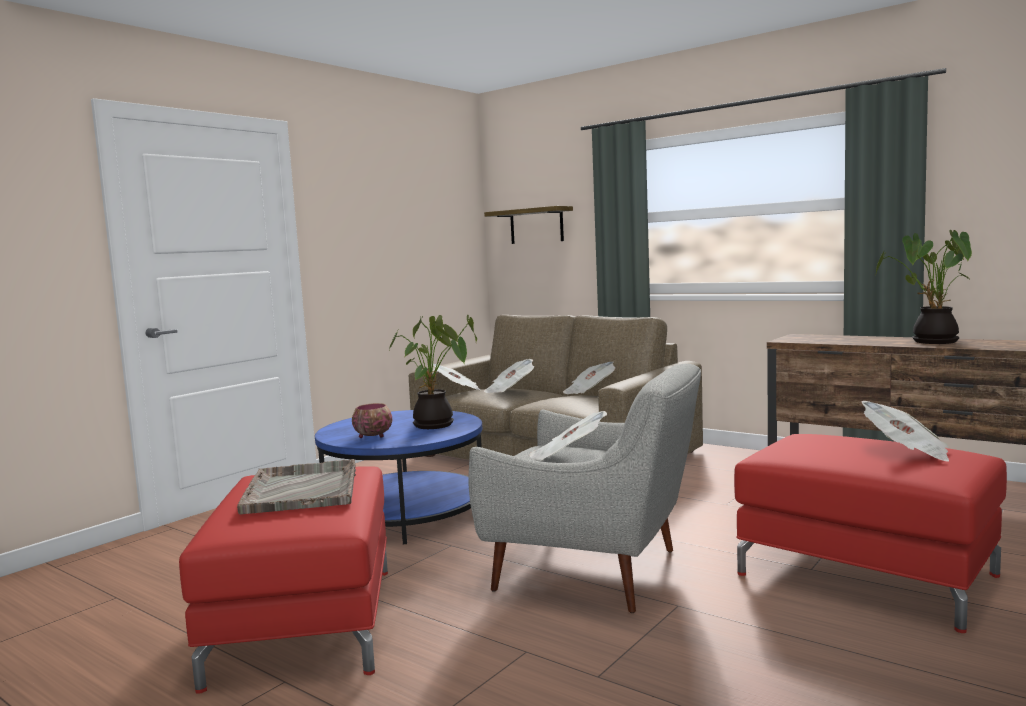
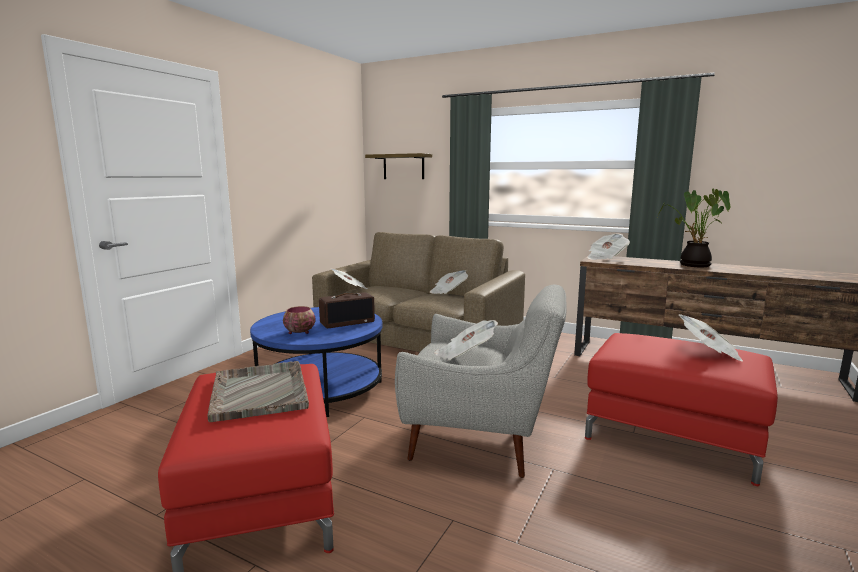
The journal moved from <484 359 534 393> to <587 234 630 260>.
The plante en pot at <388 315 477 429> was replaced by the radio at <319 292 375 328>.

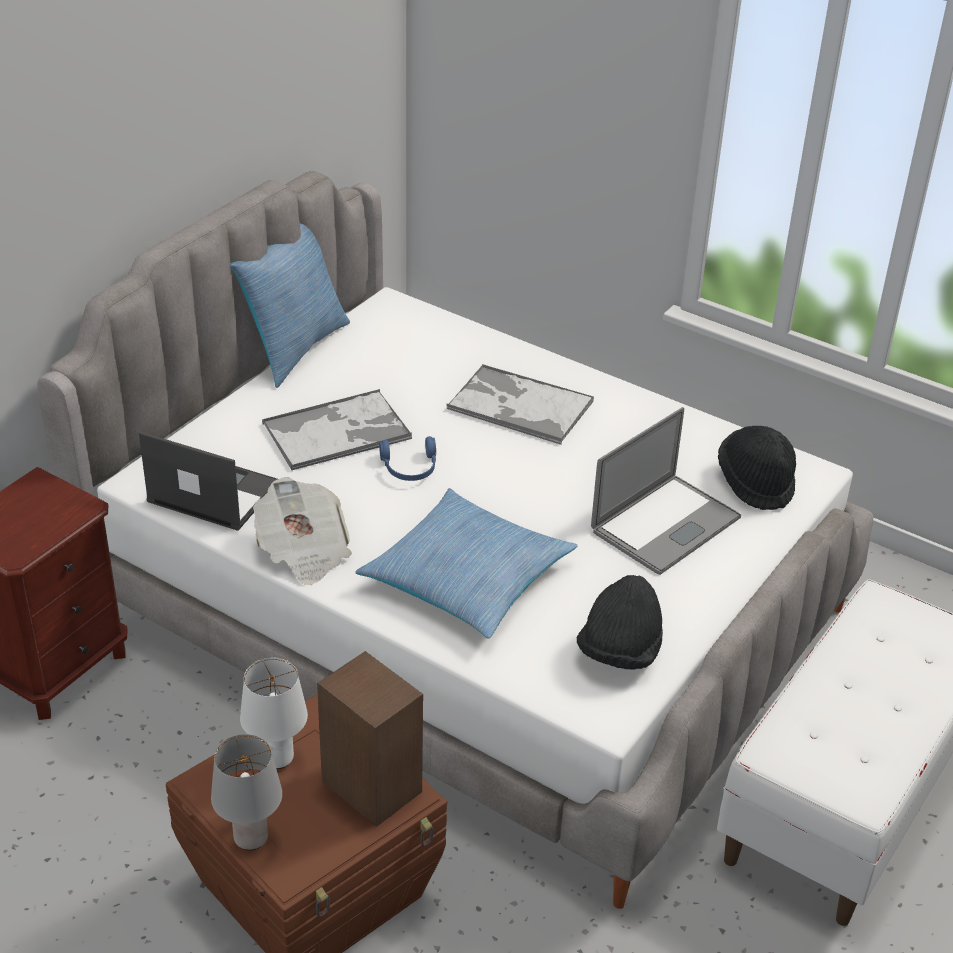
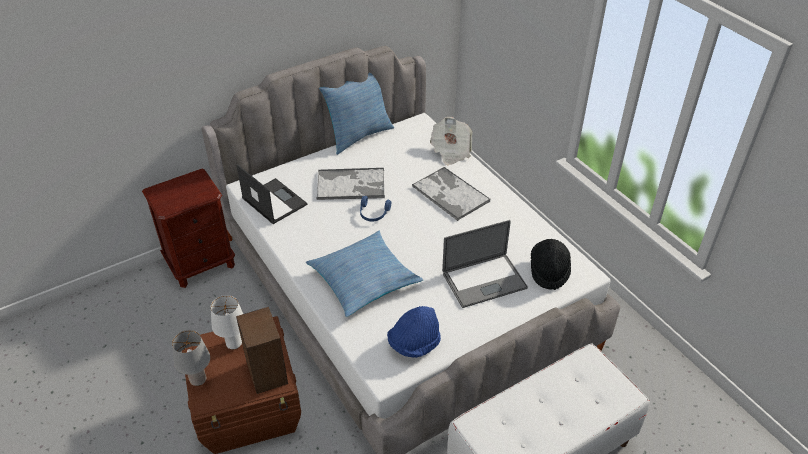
The journal moved from <253 477 352 585> to <430 117 473 165>.
The chapeau [noir] at <577 575 663 669> became the chapeau [bleu] at <387 306 441 358>.

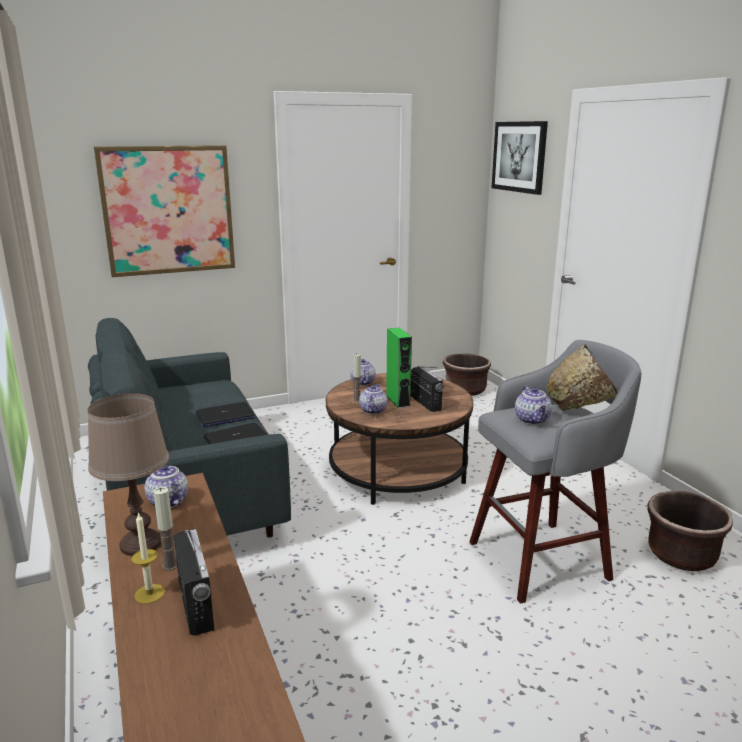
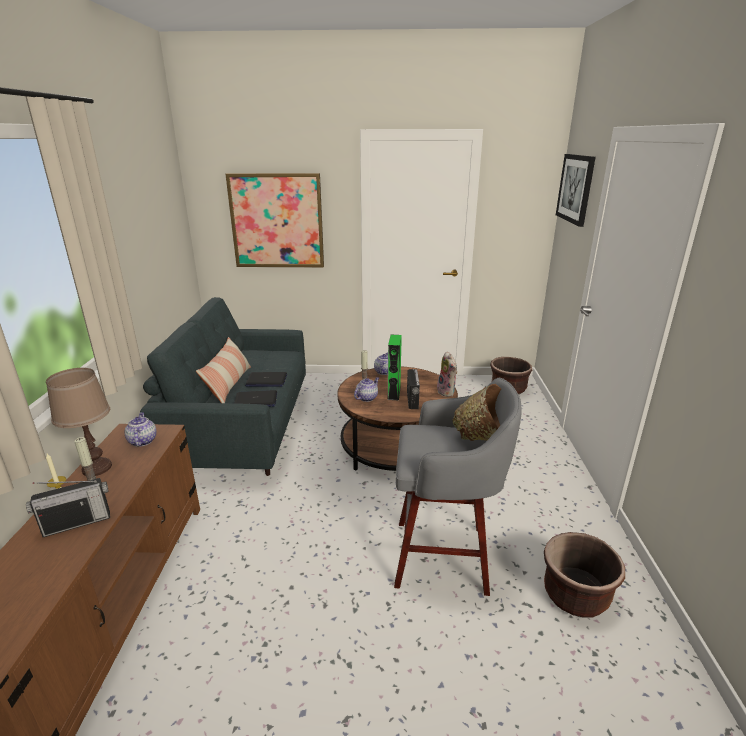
The théière at <515 385 552 425> disappeared.
The coussin at <196 337 251 403> appeared.
The peluche at <437 351 457 397> appeared.
The radio at <174 529 215 635> turned 60 degrees clockwise.

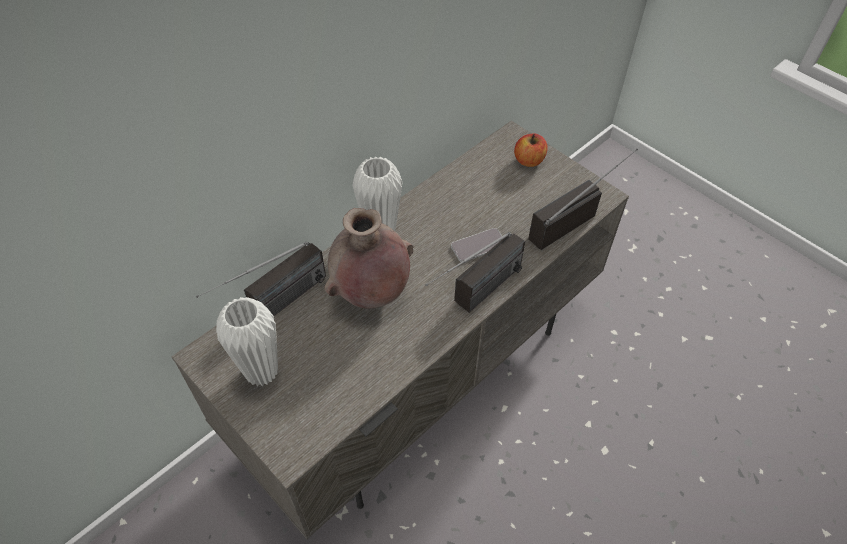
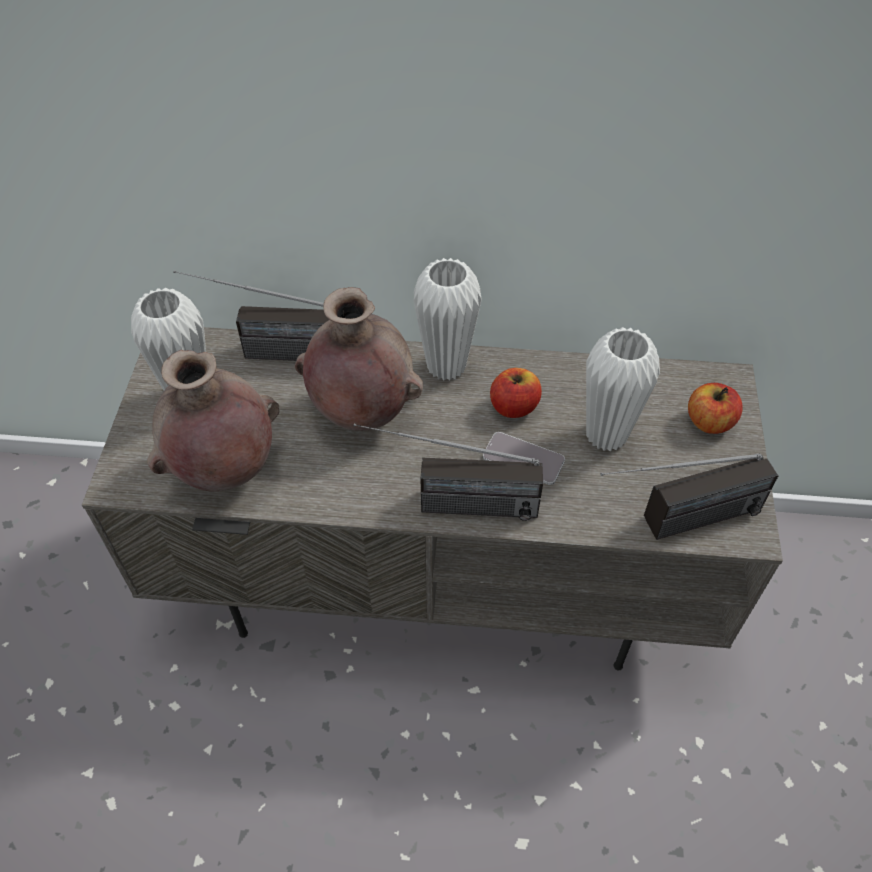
The vase [marron] at <147 350 280 491> appeared.
The pomme at <490 368 542 418> appeared.
The vase [blanc] at <586 327 660 452> appeared.
The radio at <528 149 638 250> turned 150 degrees clockwise.

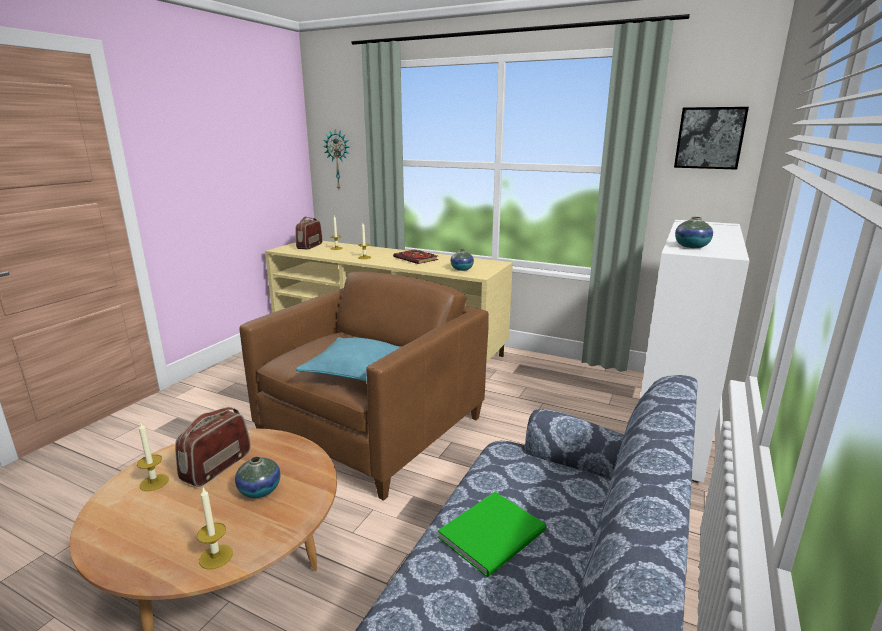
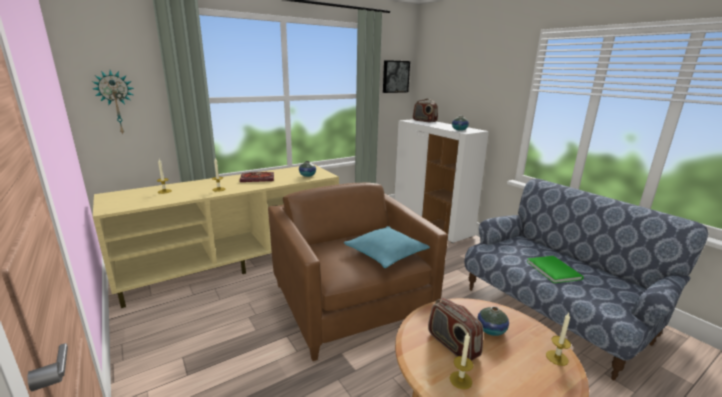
The radio moved from <295 216 322 250> to <413 99 438 123>.

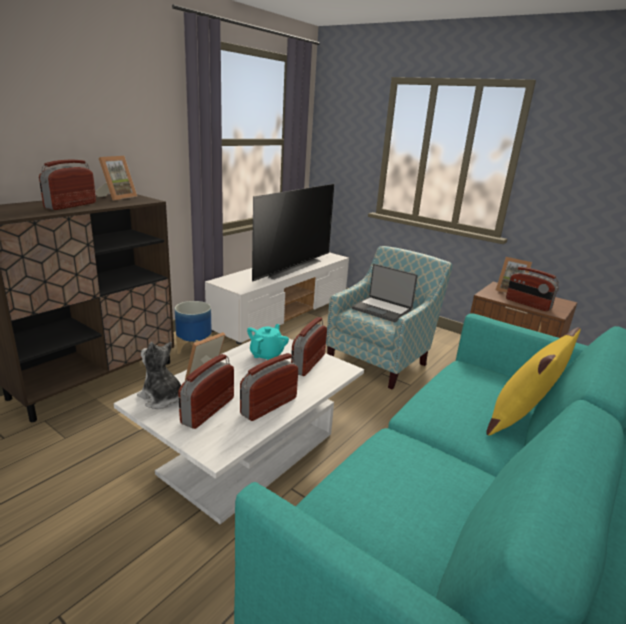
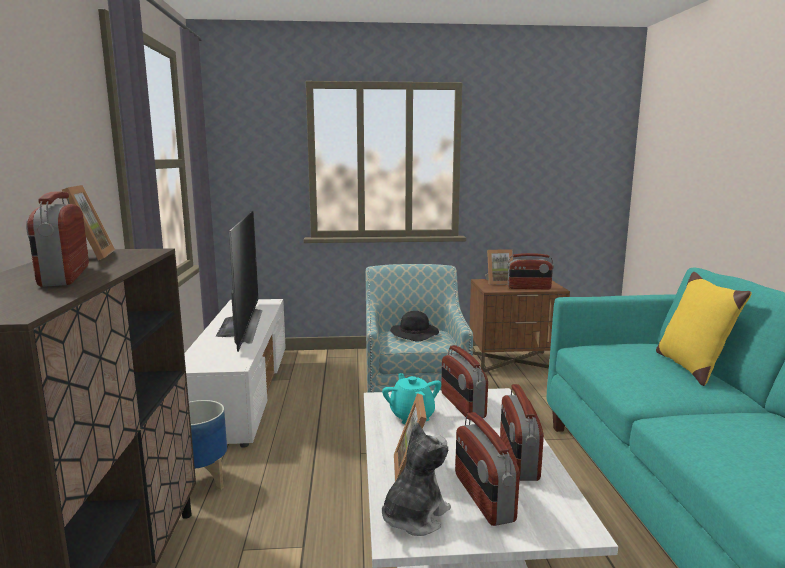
The ordinateur portable at <352 264 418 322> was replaced by the chapeau [noir] at <390 311 439 341>.
The peluche at <137 342 181 409> turned 135 degrees clockwise.

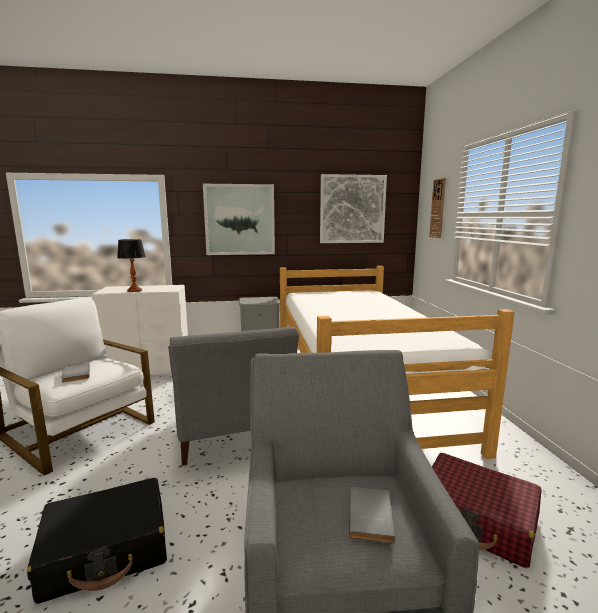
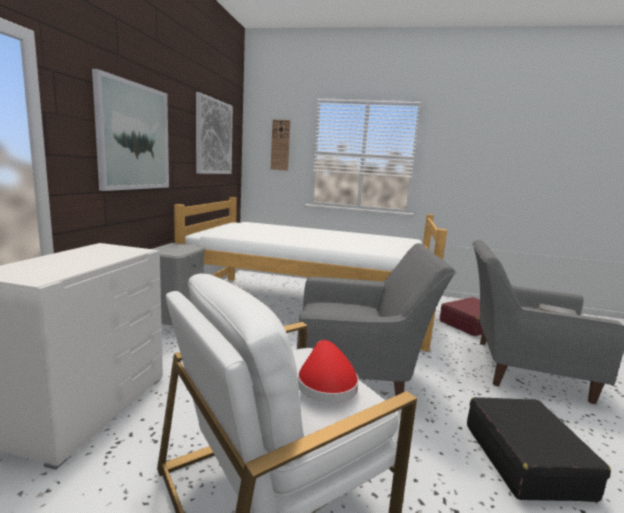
The lampe de table at <117 239 146 292> disappeared.
The livre [gris] at <61 363 90 383> was replaced by the chapeau [rouge] at <298 340 359 403>.

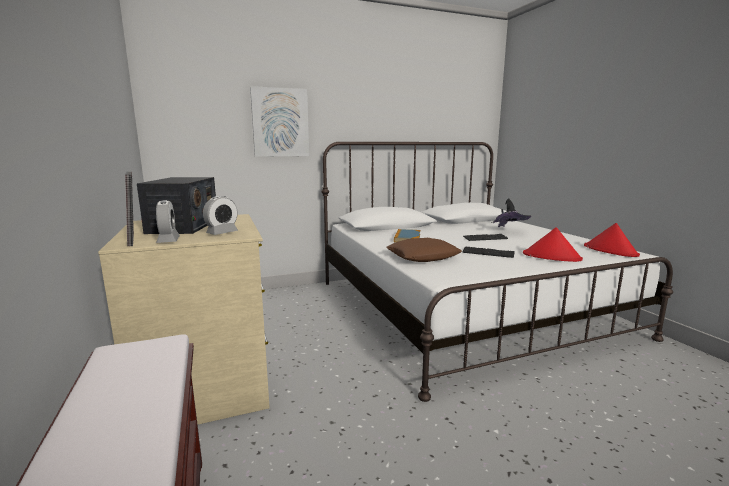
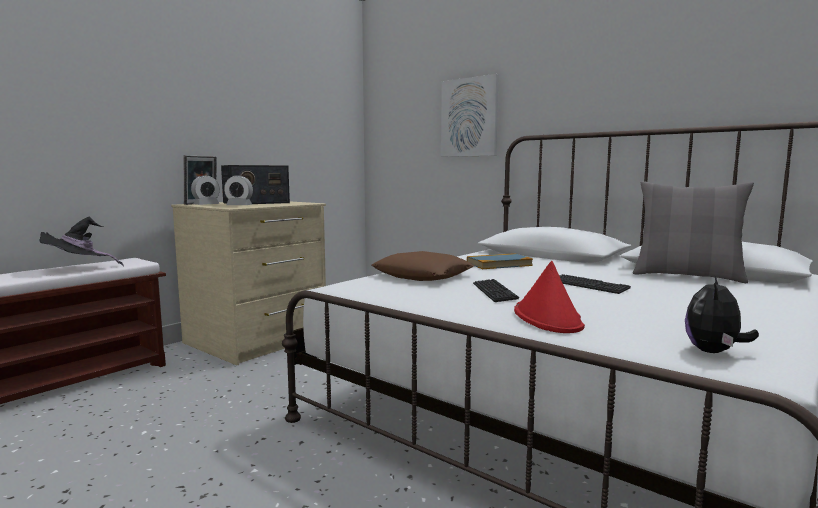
The coussin [gris] at <633 181 754 283> appeared.
The chapeau [noir] moved from <491 198 531 227> to <39 217 124 267>.
The chapeau [rouge] at <584 223 640 257> was replaced by the peluche at <685 276 759 353>.

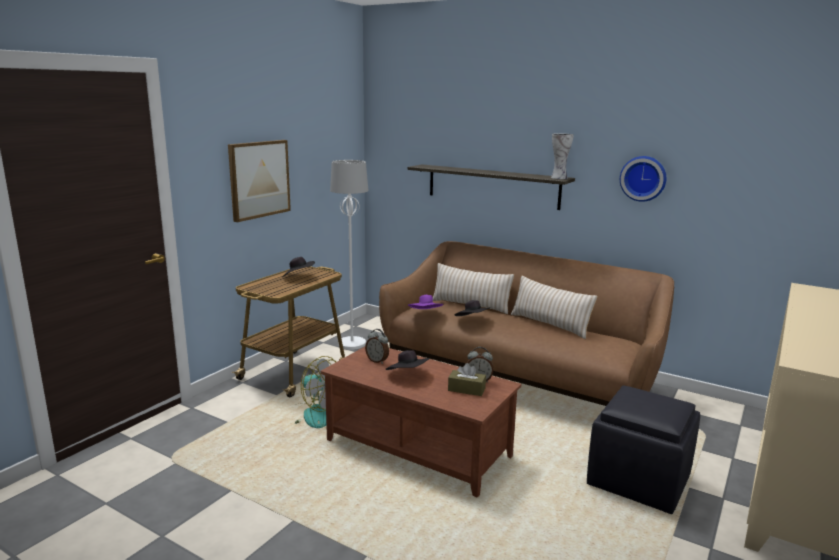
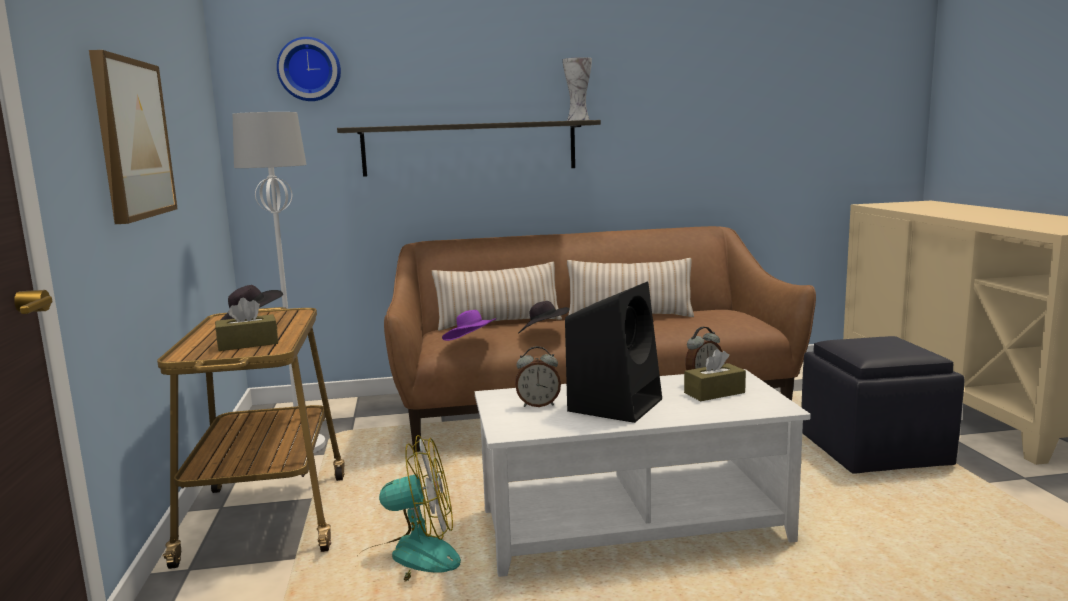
The boîte à mouchoirs [marron] at <215 298 278 351> appeared.
The horloge murale moved from <620 156 666 202> to <277 37 341 101>.
The chapeau [noir] at <386 350 429 370> was replaced by the enceinte [noir] at <565 282 662 423>.
The table basse [marron] at <321 347 521 498> became the table basse [blanc] at <475 369 811 577>.

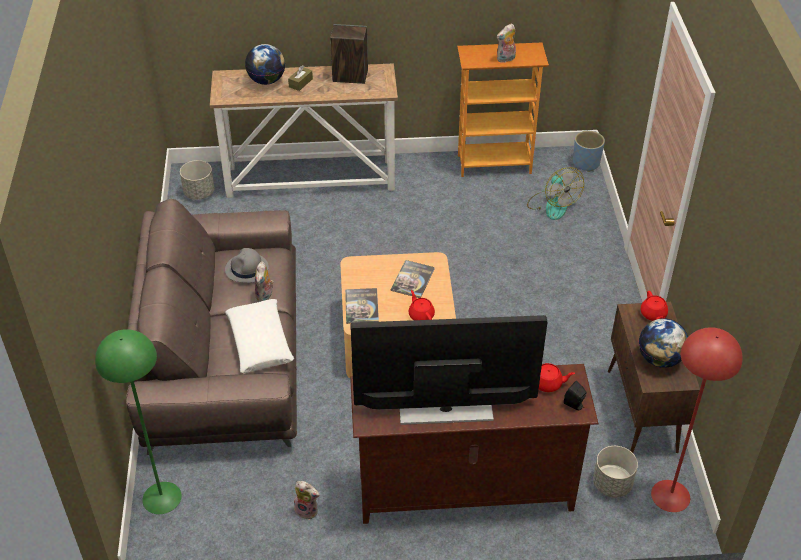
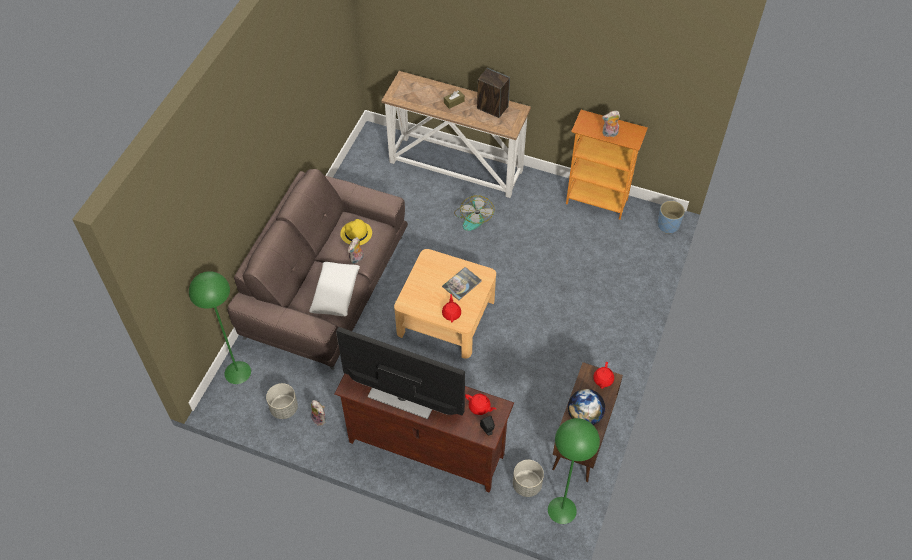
The globe at <245 44 285 85> disappeared.
The livre at <345 288 379 324> disappeared.
The cache-pot [gris] moved from <180 160 214 200> to <266 383 298 419>.
The ventilateur moved from <527 167 584 220> to <454 195 494 231>.
The chapeau [gris] at <225 248 269 283> became the chapeau [jaune] at <340 219 372 245>.
The lampadaire [rouge] at <651 327 743 512> became the lampadaire [vert] at <548 418 600 524>.

